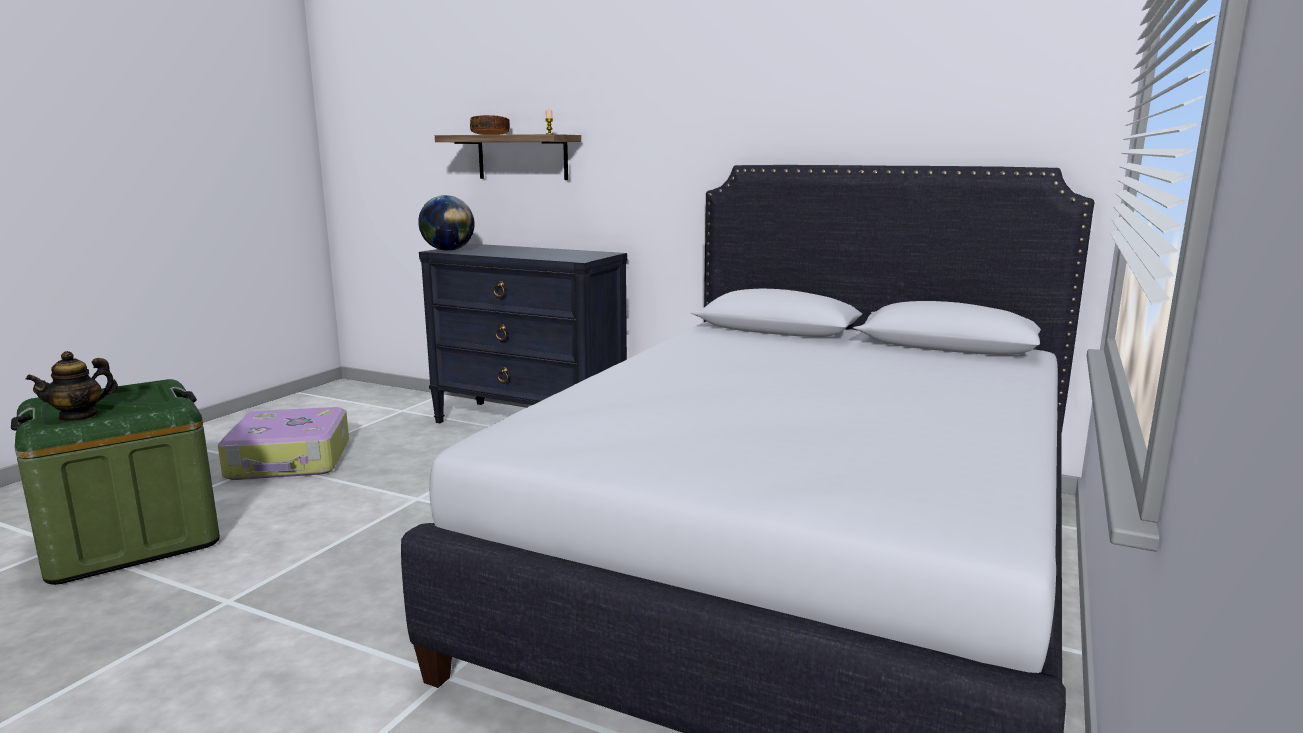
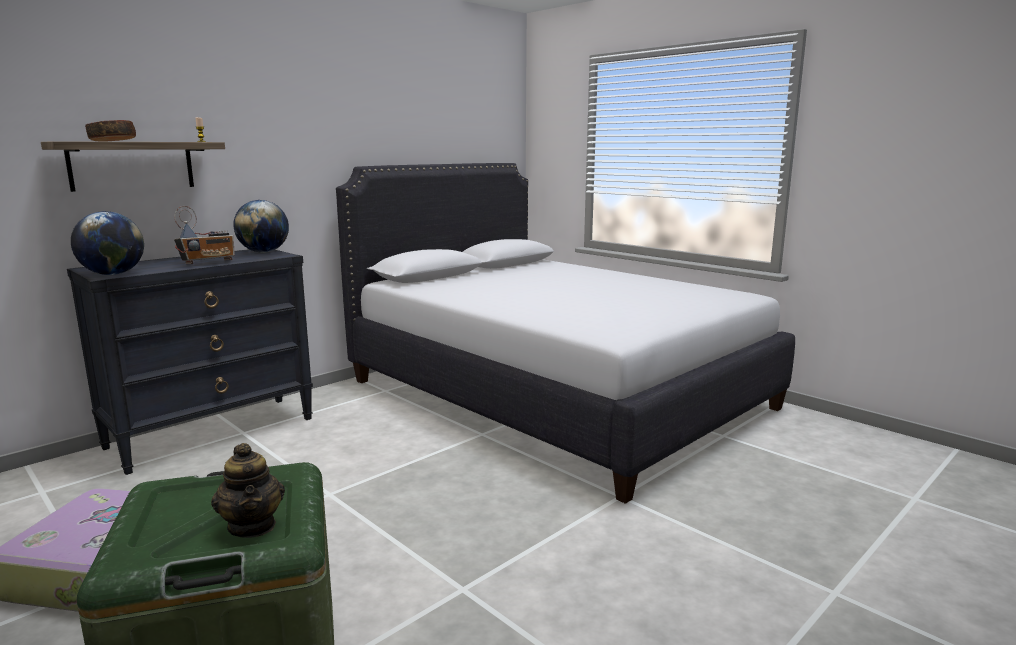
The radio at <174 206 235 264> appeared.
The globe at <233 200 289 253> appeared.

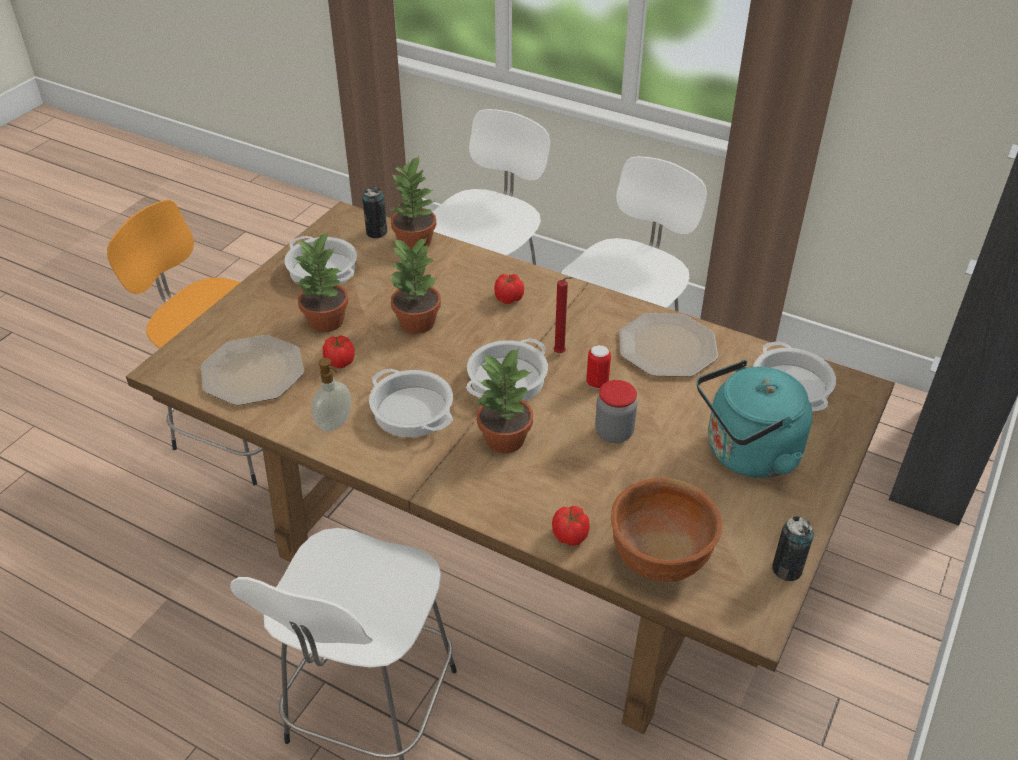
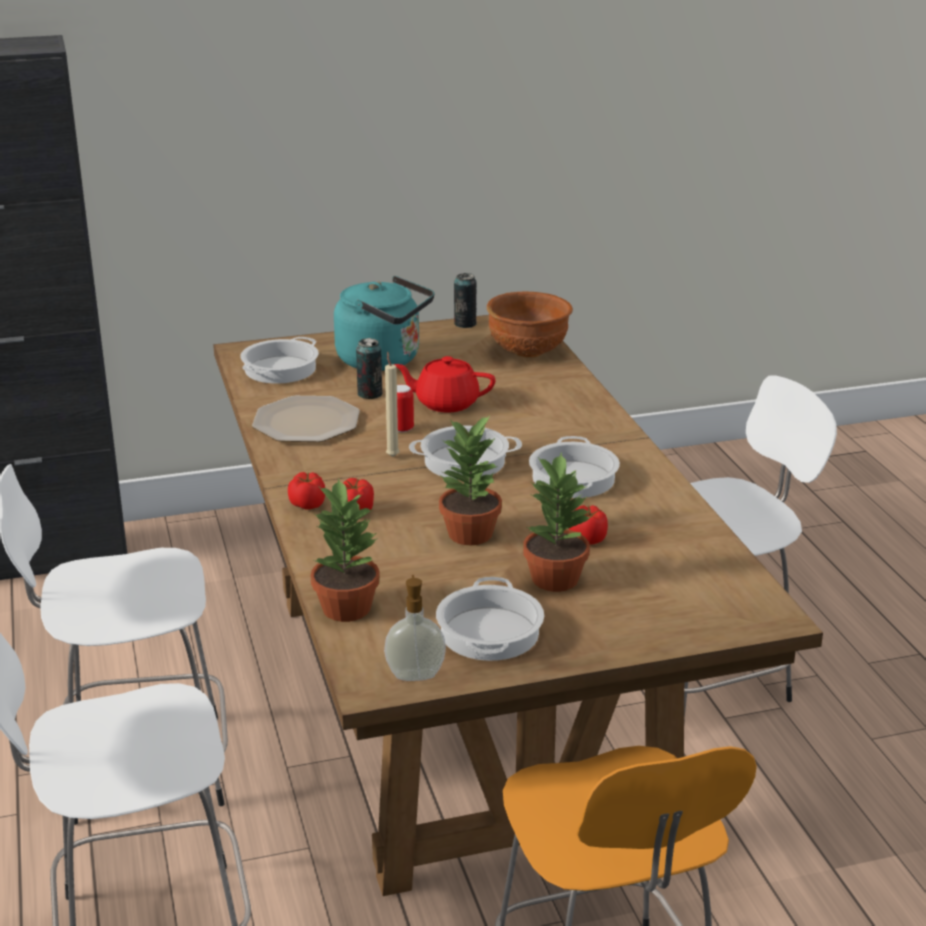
The assiette at <201 335 304 406> disappeared.
The plante en pot at <476 348 533 453> disappeared.
The distributeur de savon moved from <311 358 351 432> to <384 575 446 681>.
The boîte métallique moved from <362 187 387 238> to <356 338 382 399>.
The tomate moved from <552 506 590 546> to <288 472 325 510>.
The bocal at <595 380 637 443> was replaced by the théière [rouge] at <394 356 495 412>.
The bougie [rouge] at <554 277 573 353> became the bougie [beige] at <385 352 400 457>.

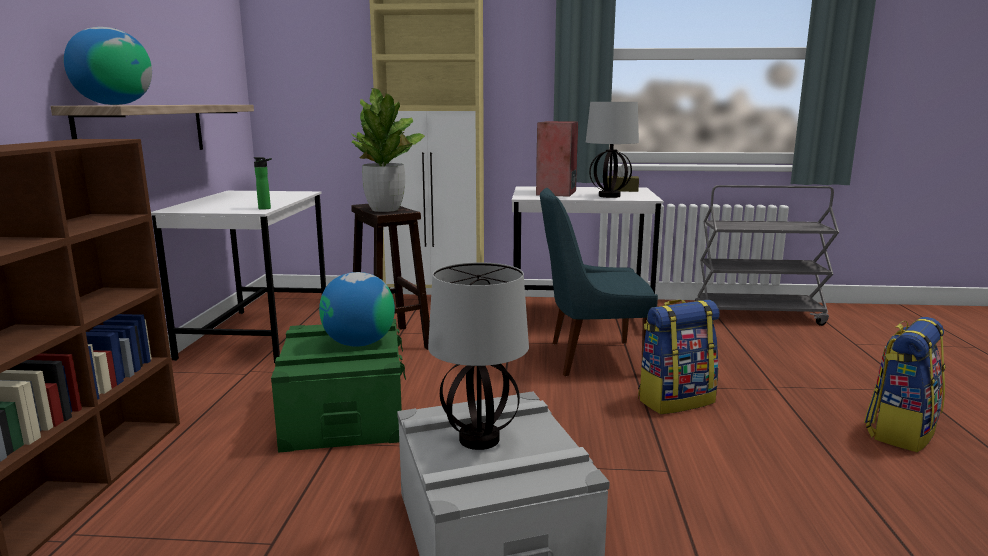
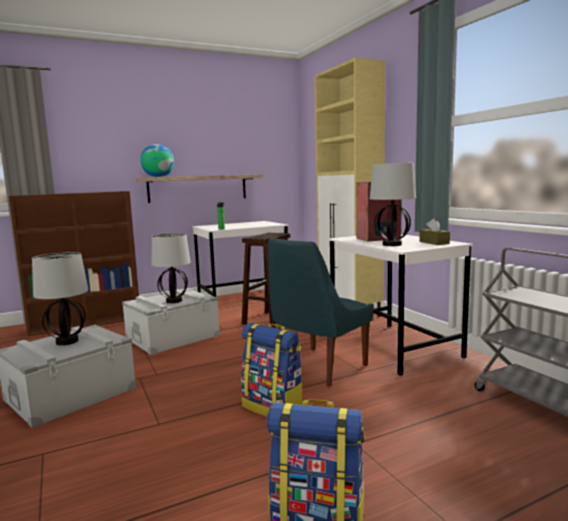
The plante en pot at <352 88 426 212> disappeared.
The globe at <319 272 395 347> was replaced by the lampe de table at <152 233 191 303>.
The boîte de rangement [vert] at <271 319 406 453> became the boîte de rangement [gris] at <122 289 220 355>.
The chaise [bleu] at <540 188 658 376> turned 105 degrees counterclockwise.

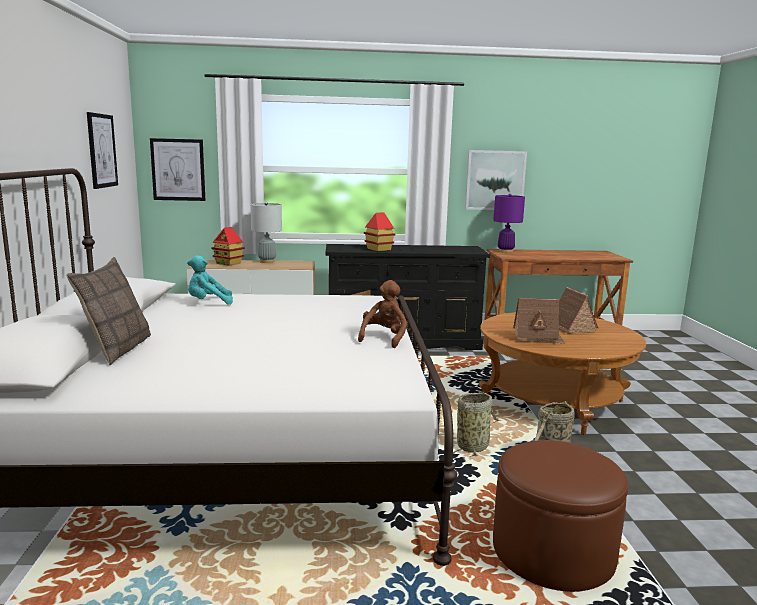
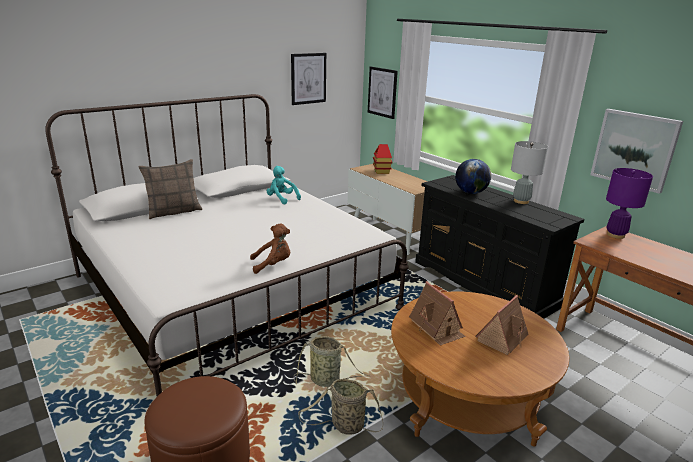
The lampe de table [gris] moved from <251 202 282 263> to <511 141 548 204>.
The maison miniature at <364 212 396 251> was replaced by the globe at <455 159 491 194>.

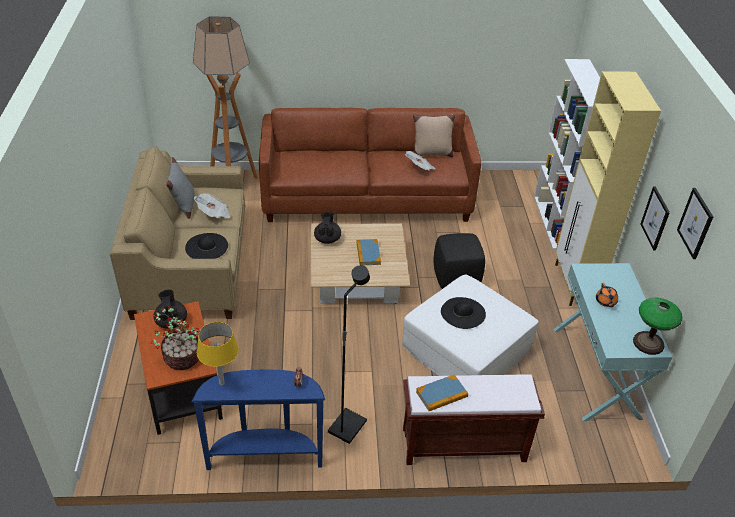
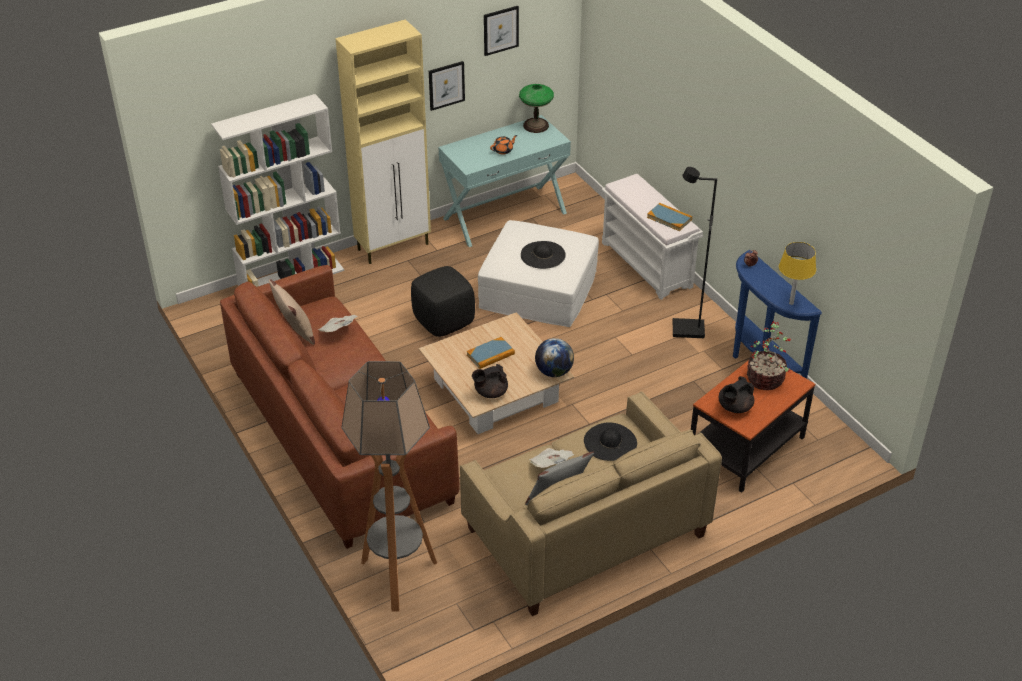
The globe at <535 338 574 377> appeared.
The banc [marron] at <403 374 545 465> became the banc [blanc] at <602 174 703 300>.

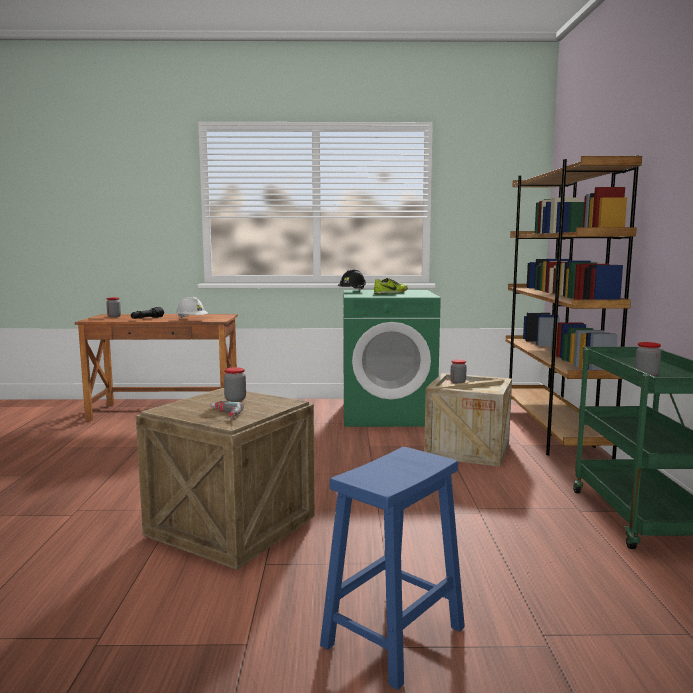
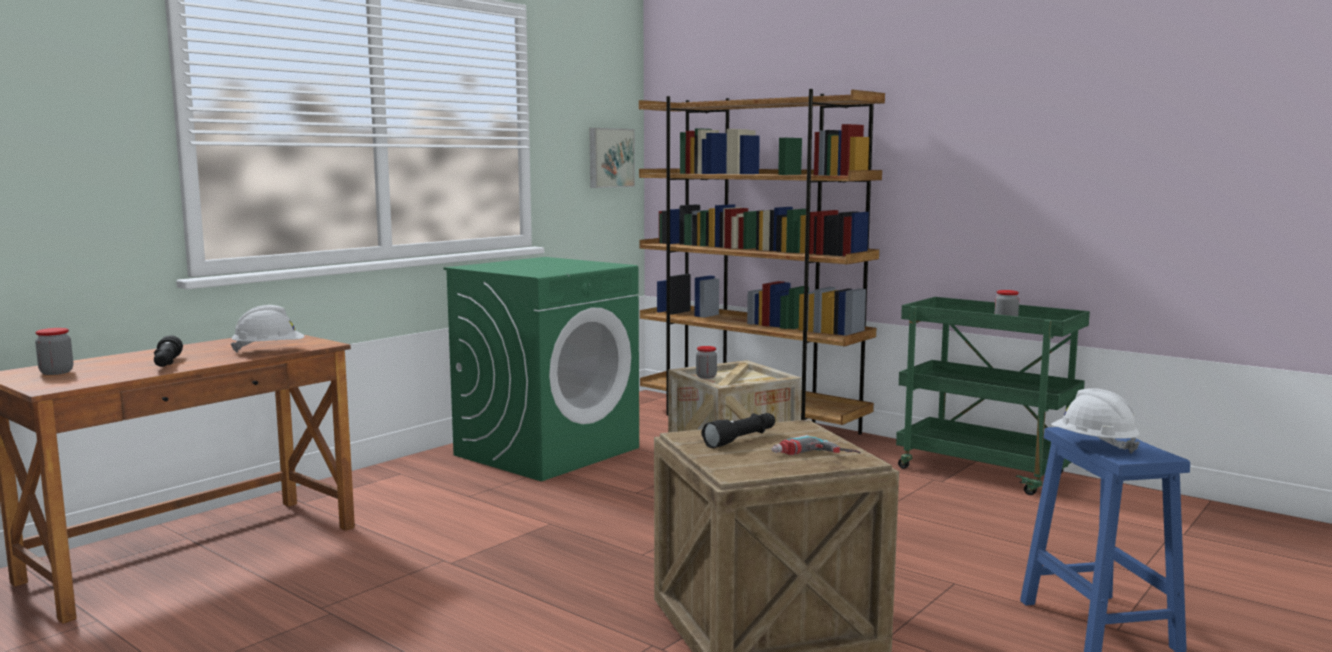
The casque de chantier [noir] at <338 269 366 291> disappeared.
The chaussure at <374 278 408 295> disappeared.
The tableau at <590 128 635 188> appeared.
The casque de chantier [blanc] at <1051 388 1140 454> appeared.
The bocal at <224 367 246 402> was replaced by the lampe de poche [noir] at <701 413 775 448>.

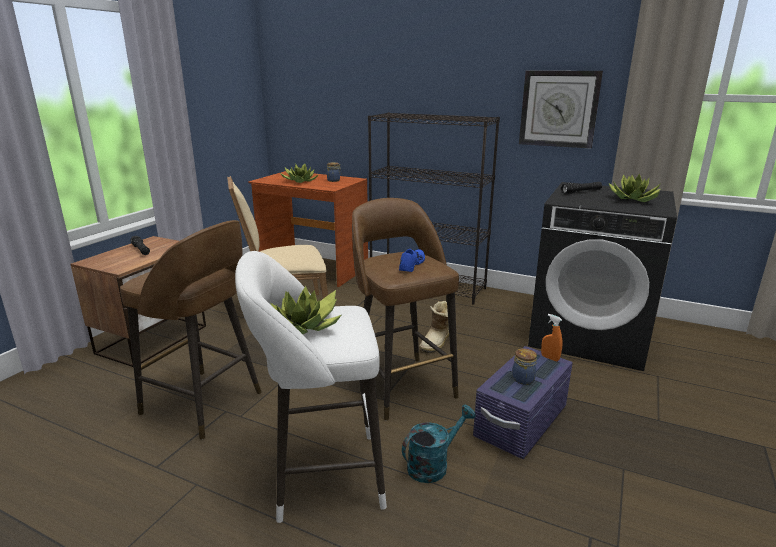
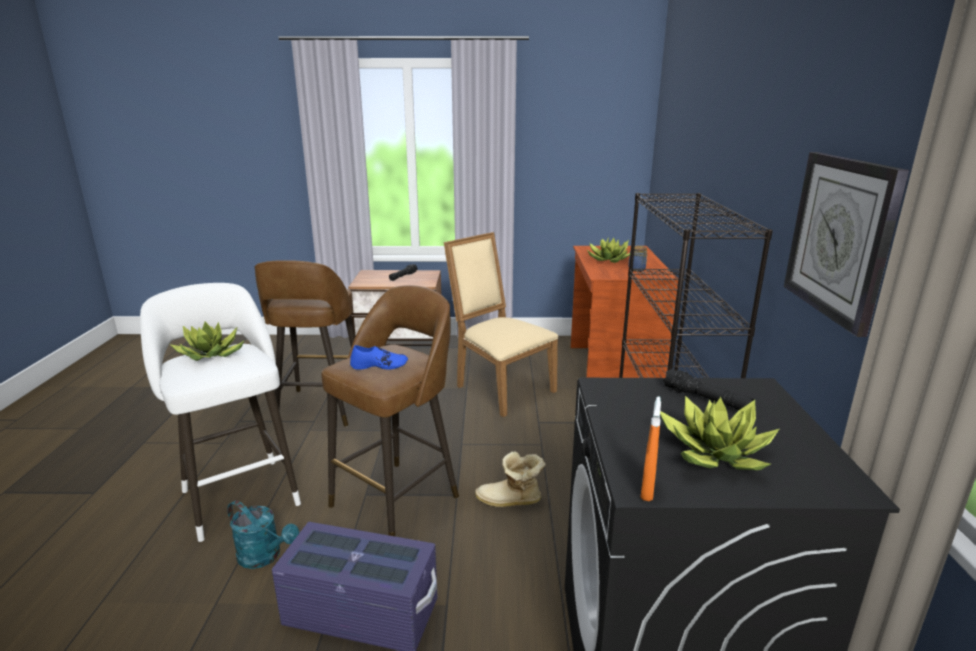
The bocal at <512 348 537 385> disappeared.
The vaporisateur [orange] moved from <541 314 562 361> to <640 397 661 501>.

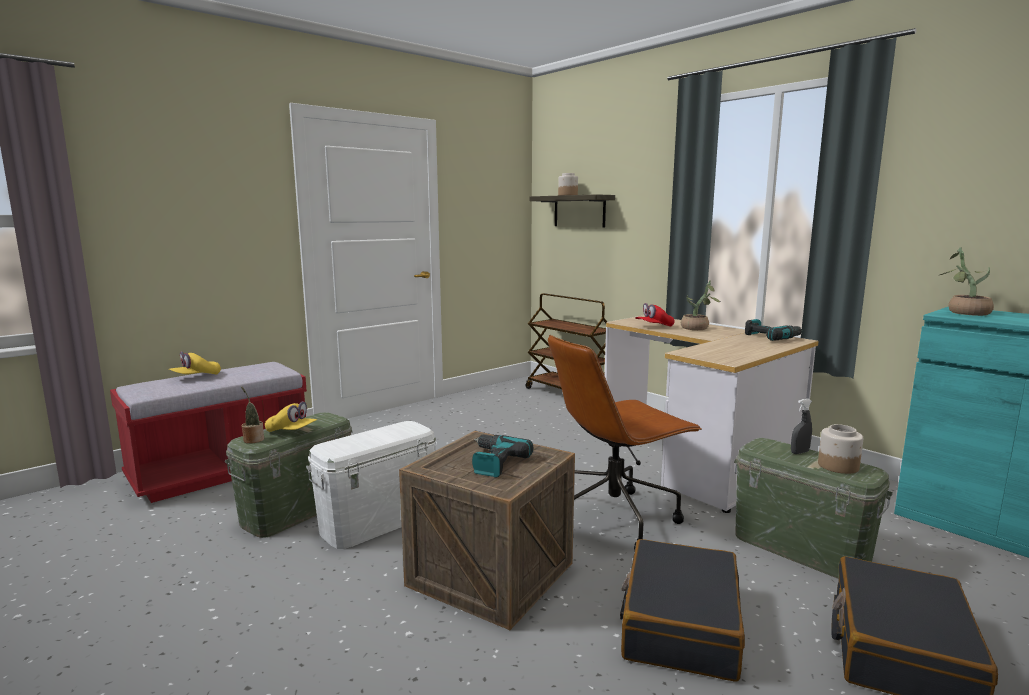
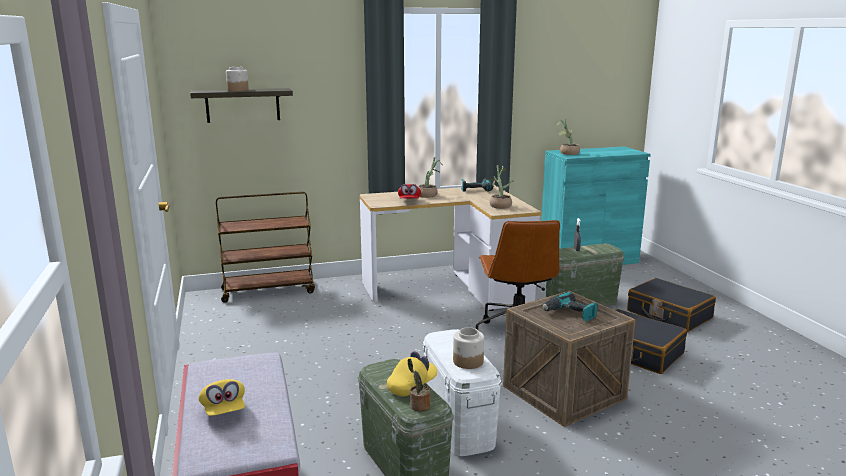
The plante en pot at <489 165 513 209> appeared.
The bocal moved from <818 424 863 474> to <453 327 484 369>.

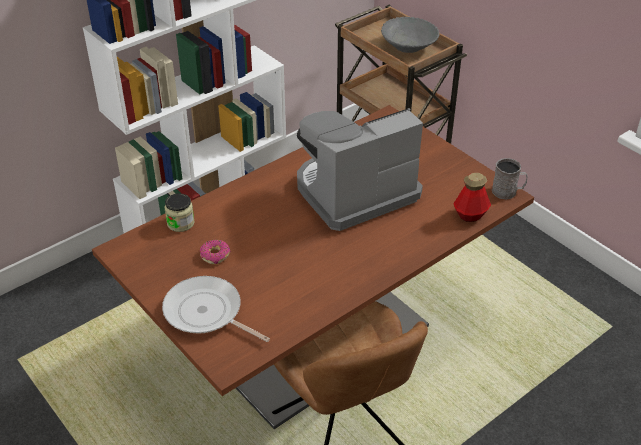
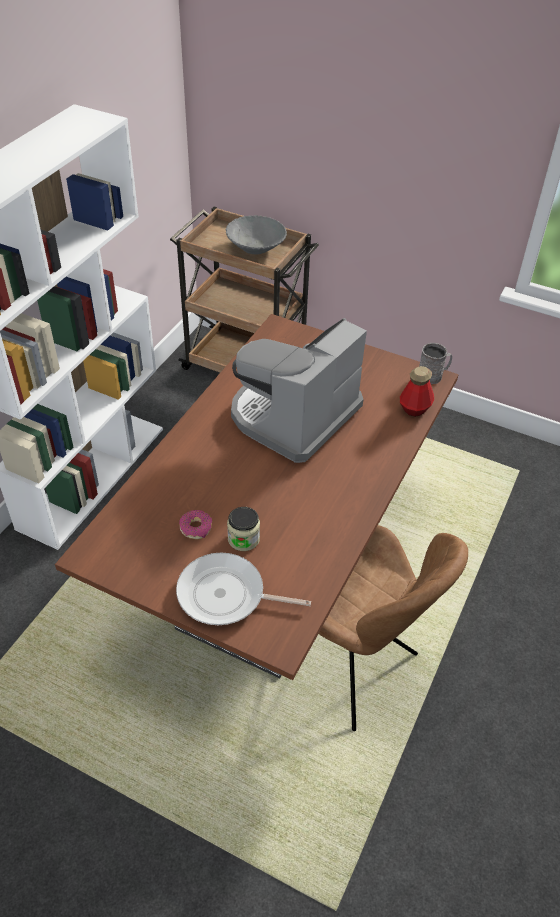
The bocal moved from <165 193 195 232> to <227 507 260 551>.

